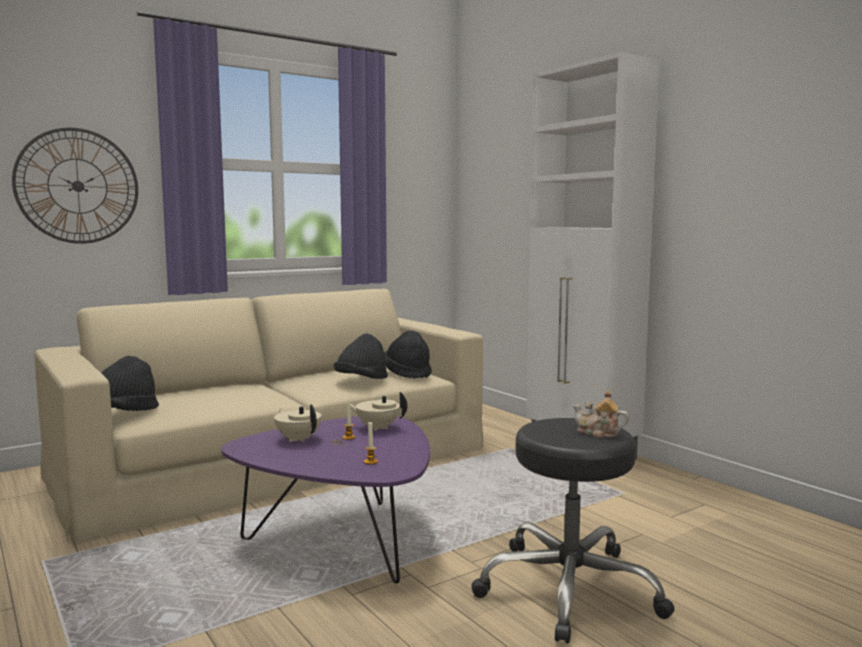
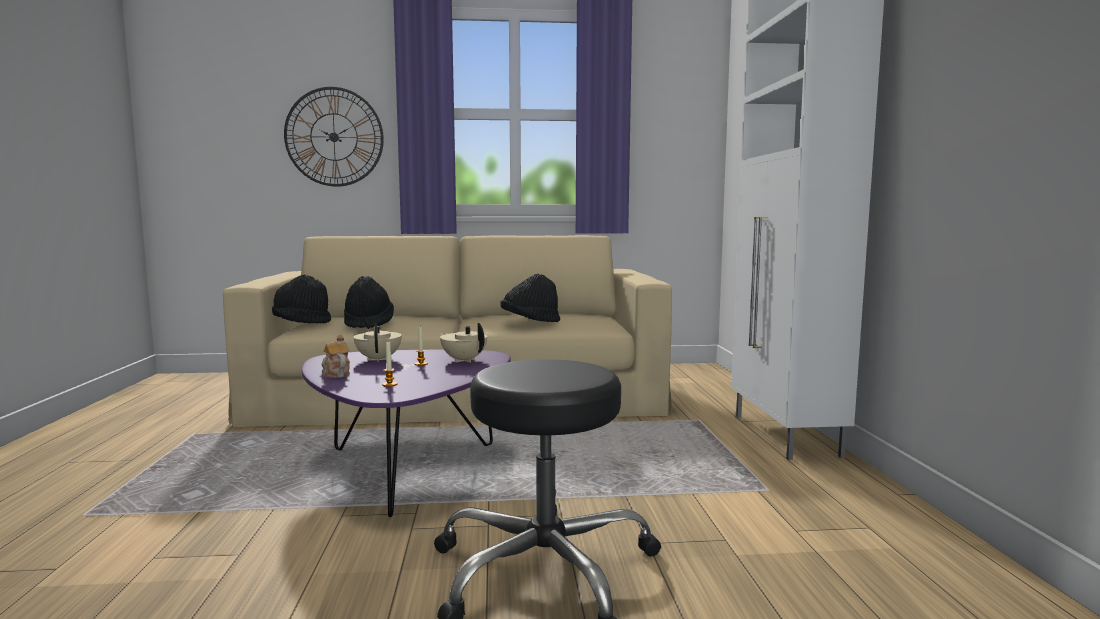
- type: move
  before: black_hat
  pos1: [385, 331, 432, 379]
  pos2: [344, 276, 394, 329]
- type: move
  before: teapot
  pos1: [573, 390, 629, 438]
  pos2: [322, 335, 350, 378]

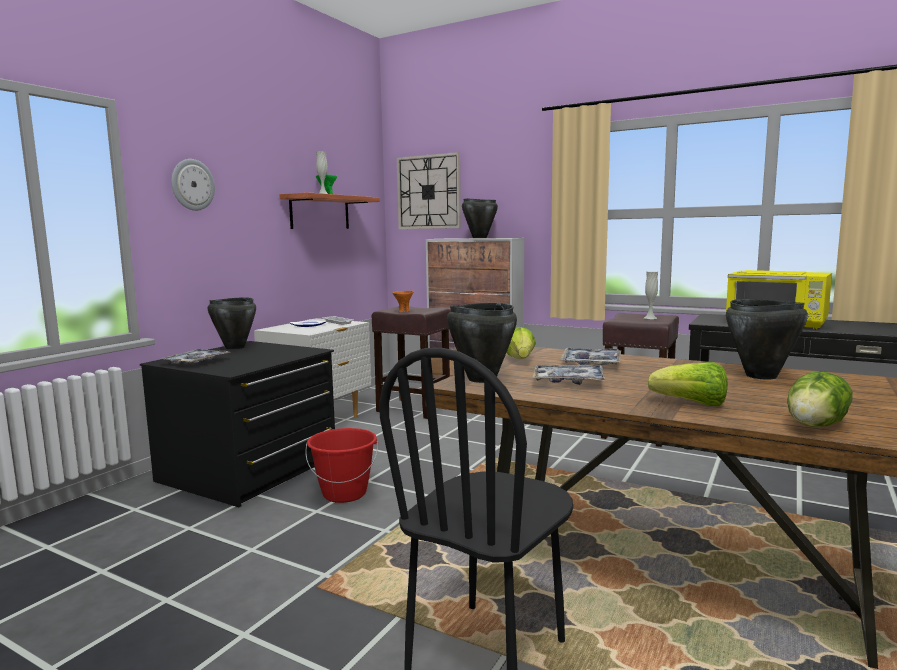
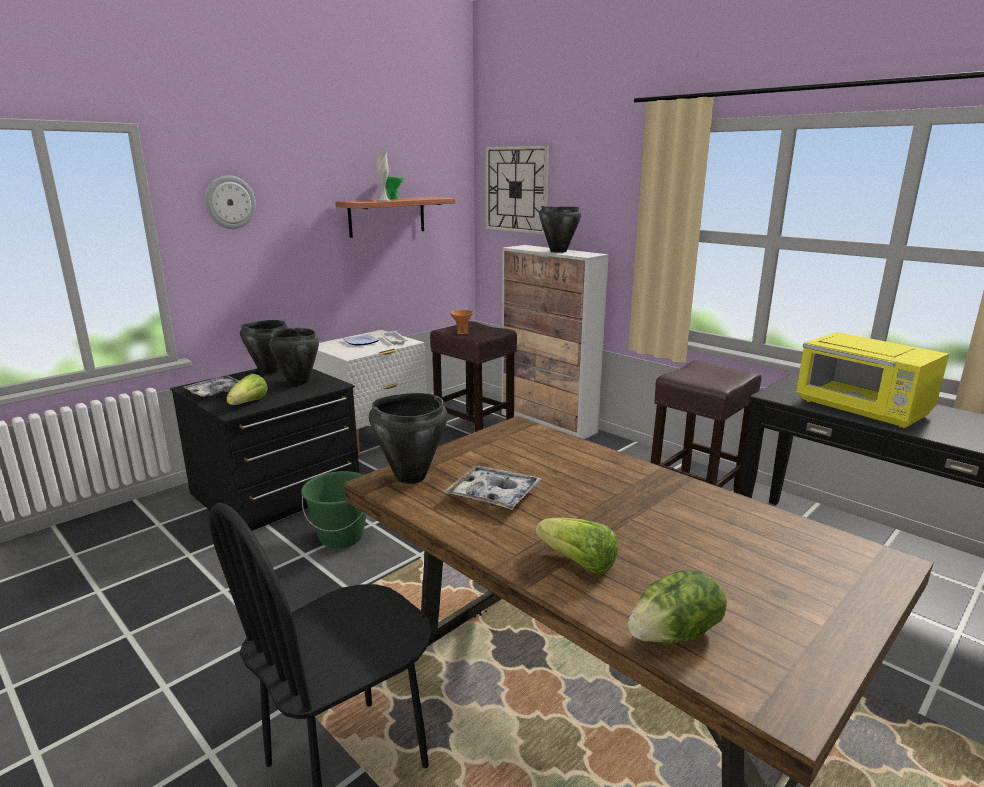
- type: recolor
  before: red_bucket
  after: green_bucket
  pos1: [306, 428, 378, 503]
  pos2: [301, 471, 366, 548]
- type: move
  before: lettuce
  pos1: [507, 327, 536, 359]
  pos2: [226, 374, 268, 405]
- type: delete
  before: tray
  pos1: [560, 348, 621, 365]
- type: delete
  before: white_vase
  pos1: [644, 271, 658, 319]
- type: move
  before: black_cooking_pot
  pos1: [726, 299, 808, 380]
  pos2: [269, 328, 319, 386]

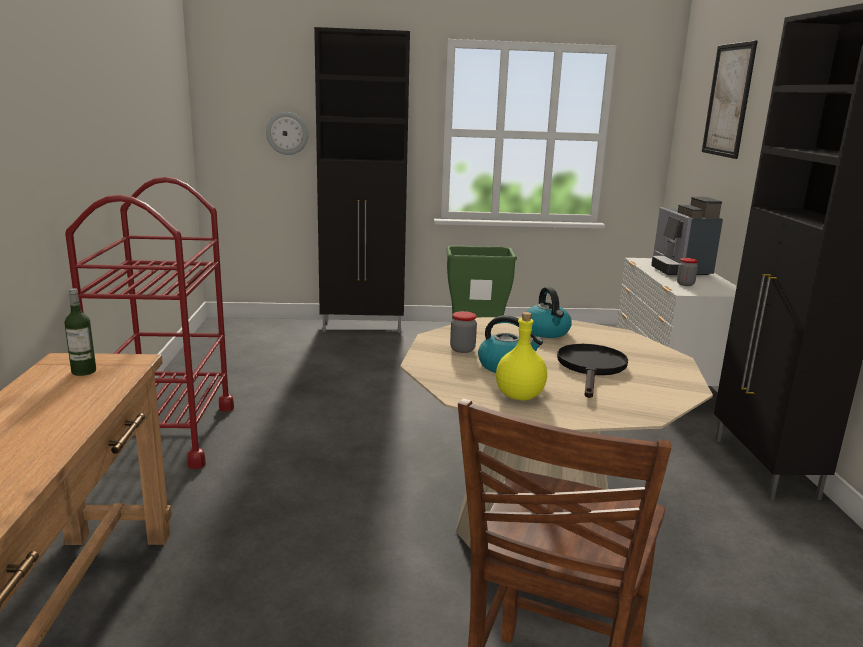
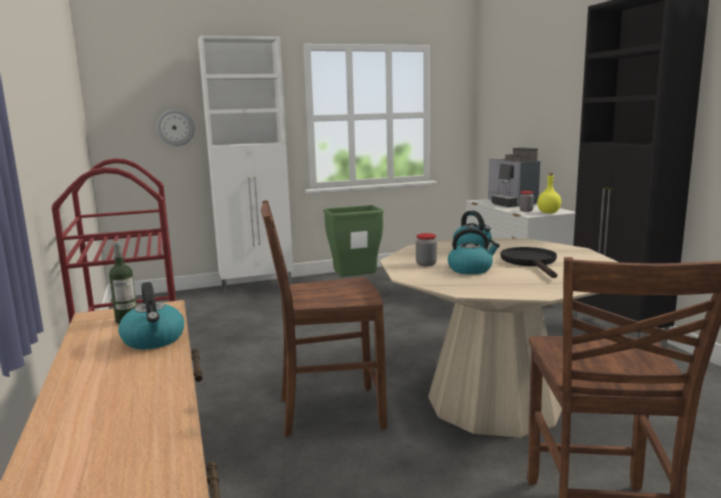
- type: recolor
  before: black_cabinet
  after: white_cabinet
  pos1: [314, 27, 410, 333]
  pos2: [198, 35, 293, 295]
- type: move
  before: yellow_bottle
  pos1: [496, 312, 547, 401]
  pos2: [537, 172, 561, 213]
- type: delete
  before: picture
  pos1: [702, 40, 757, 159]
- type: insert
  after: kettle
  pos2: [118, 282, 184, 349]
- type: insert
  after: brown_chair
  pos2: [261, 200, 387, 437]

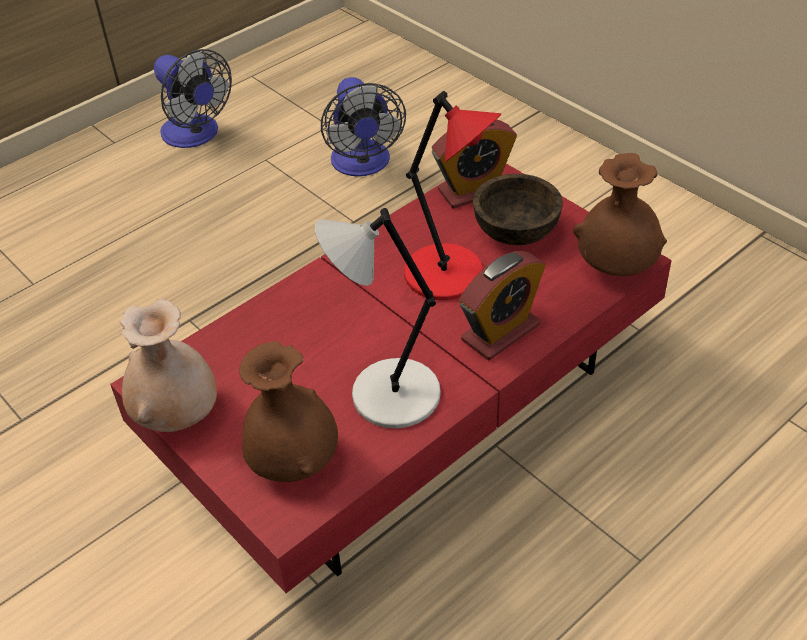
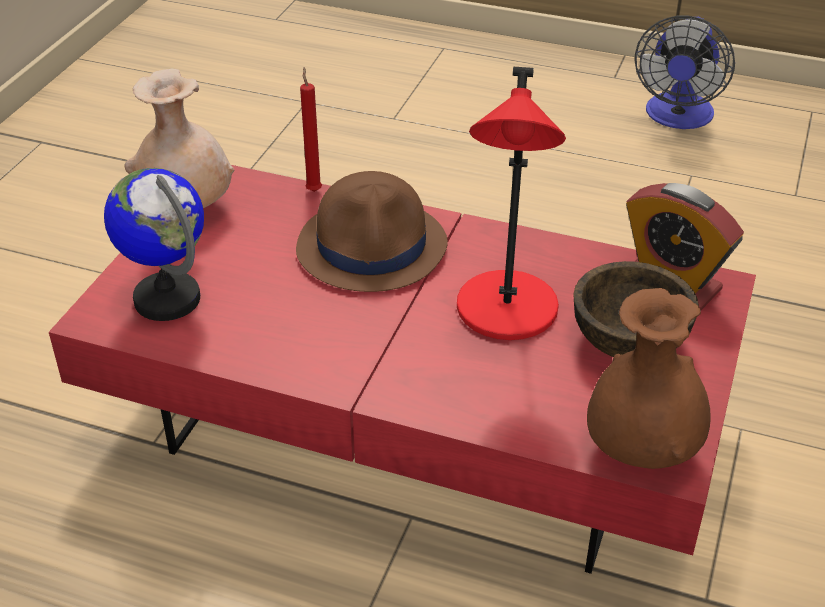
- type: replace
  before: brown_vase
  after: globe
  pos1: [239, 341, 338, 482]
  pos2: [104, 168, 204, 321]
- type: delete
  before: grey_table_lamp
  pos1: [315, 208, 441, 429]
- type: delete
  before: fan
  pos1: [321, 77, 406, 176]
- type: delete
  before: alarm_clock
  pos1: [459, 251, 546, 360]
- type: insert
  after: brown_hat
  pos2: [296, 171, 448, 292]
- type: insert
  after: red_candle
  pos2: [300, 67, 322, 192]

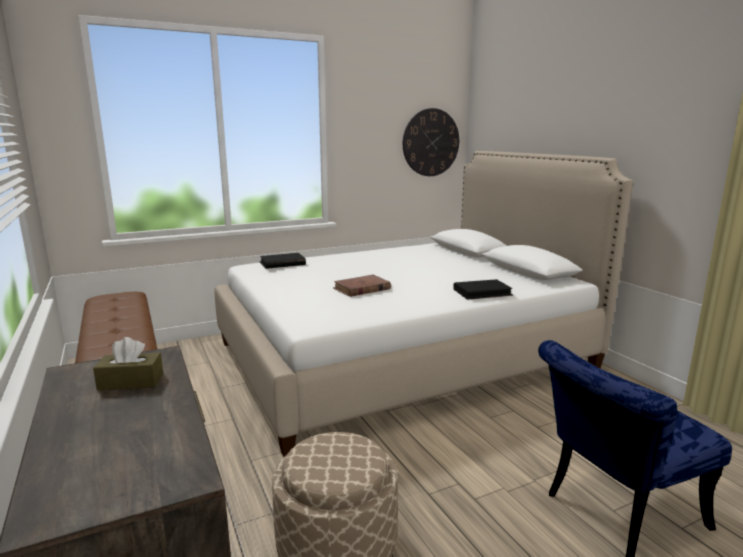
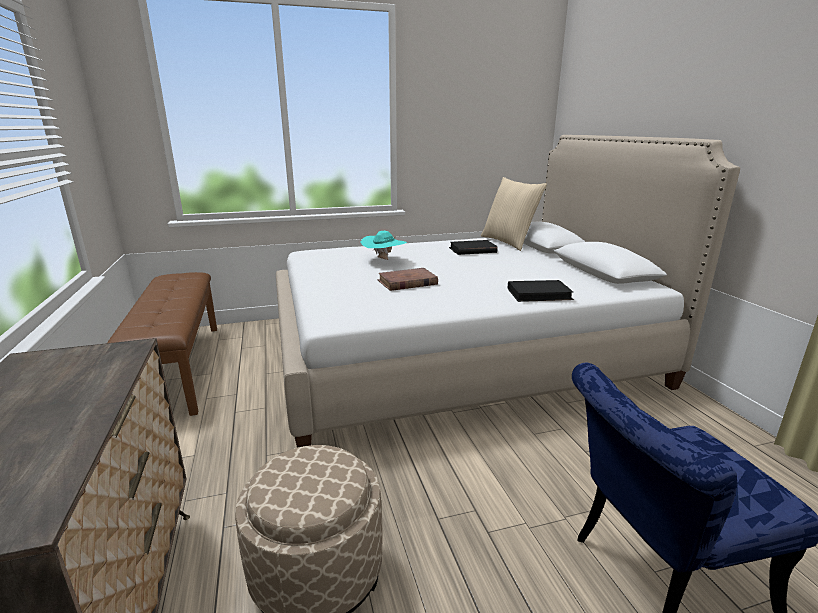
- type: delete
  before: brown_tissue_box
  pos1: [93, 337, 163, 390]
- type: move
  before: black_book
  pos1: [260, 253, 306, 269]
  pos2: [449, 240, 497, 255]
- type: delete
  before: wall_clock
  pos1: [403, 108, 459, 176]
- type: insert
  after: turquoise_hat
  pos2: [360, 231, 407, 260]
- type: insert
  after: beige_pillow
  pos2: [481, 177, 547, 251]

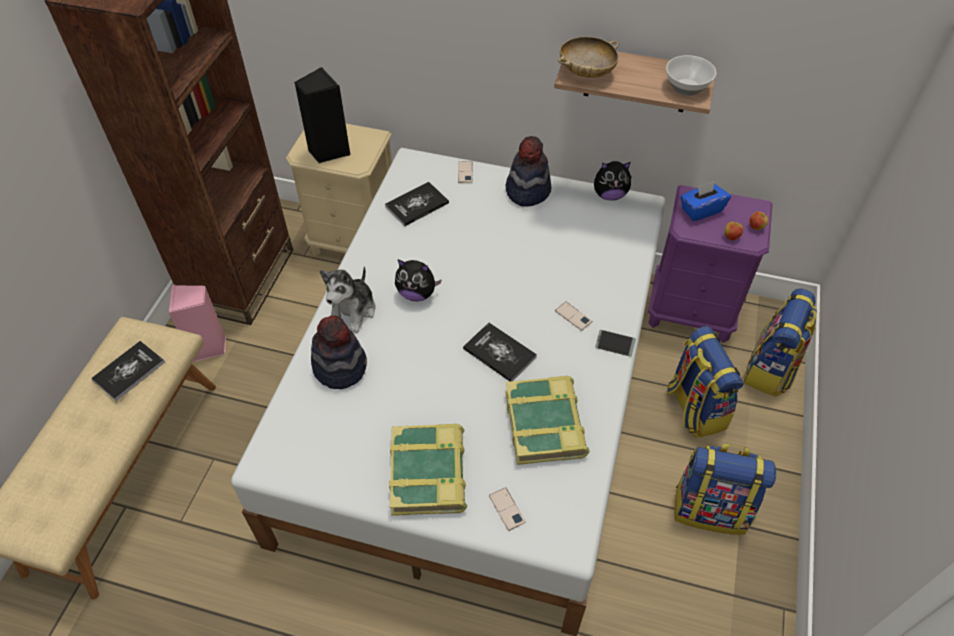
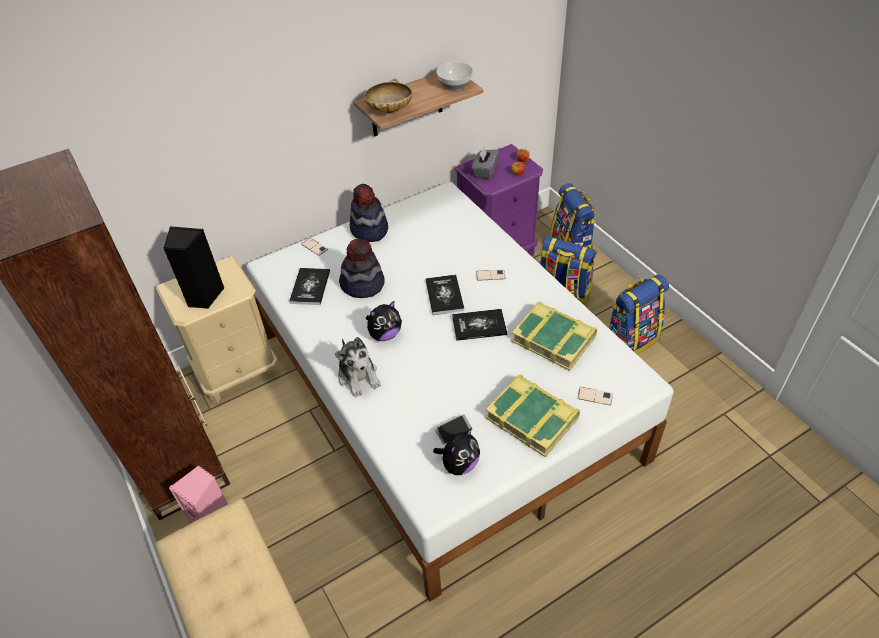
- type: move
  before: book
  pos1: [91, 341, 165, 401]
  pos2: [426, 274, 464, 315]
- type: move
  before: hat
  pos1: [311, 315, 367, 389]
  pos2: [339, 239, 385, 298]
- type: move
  before: plush_toy
  pos1: [594, 161, 631, 201]
  pos2: [433, 427, 480, 475]
- type: move
  before: phone
  pos1: [595, 330, 636, 357]
  pos2: [435, 414, 472, 445]
- type: recolor
  before: blue_tissue_box
  after: grey_tissue_box
  pos1: [680, 181, 731, 221]
  pos2: [471, 146, 499, 179]

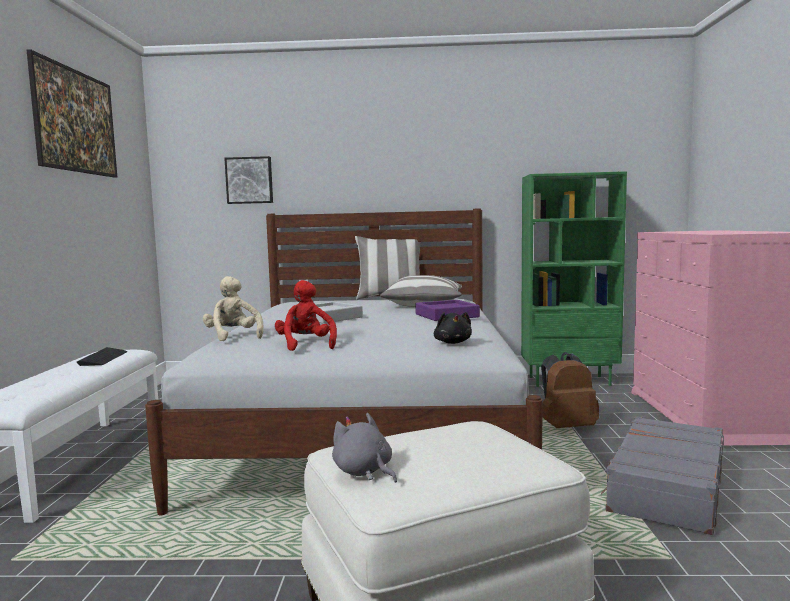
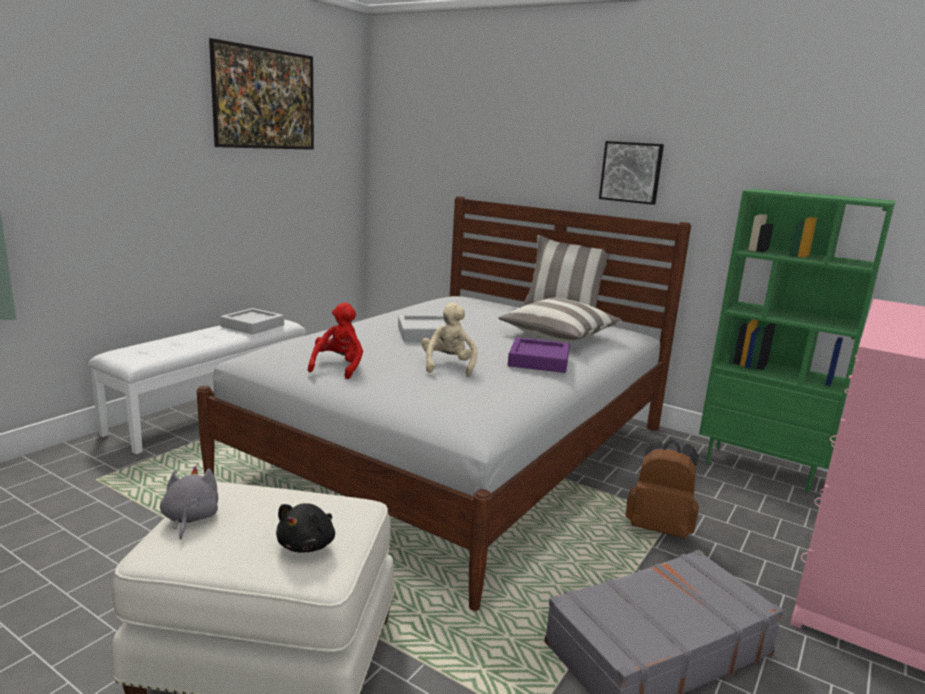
- type: replace
  before: keyboard
  after: grey_tray
  pos1: [77, 347, 128, 366]
  pos2: [220, 308, 284, 334]
- type: move
  before: beige_plush_toy
  pos1: [203, 276, 263, 341]
  pos2: [421, 302, 477, 377]
- type: move
  before: picture
  pos1: [224, 156, 273, 204]
  pos2: [599, 141, 664, 205]
- type: move
  before: black_plush_toy
  pos1: [434, 312, 472, 344]
  pos2: [276, 503, 335, 552]

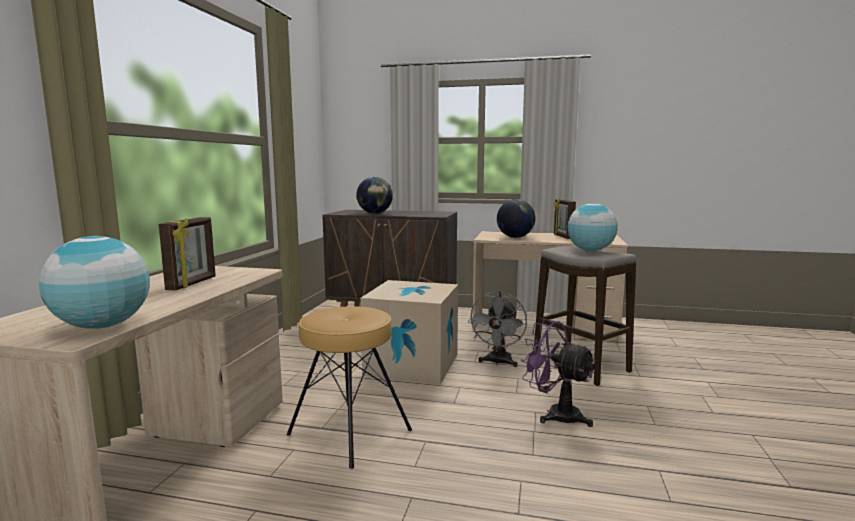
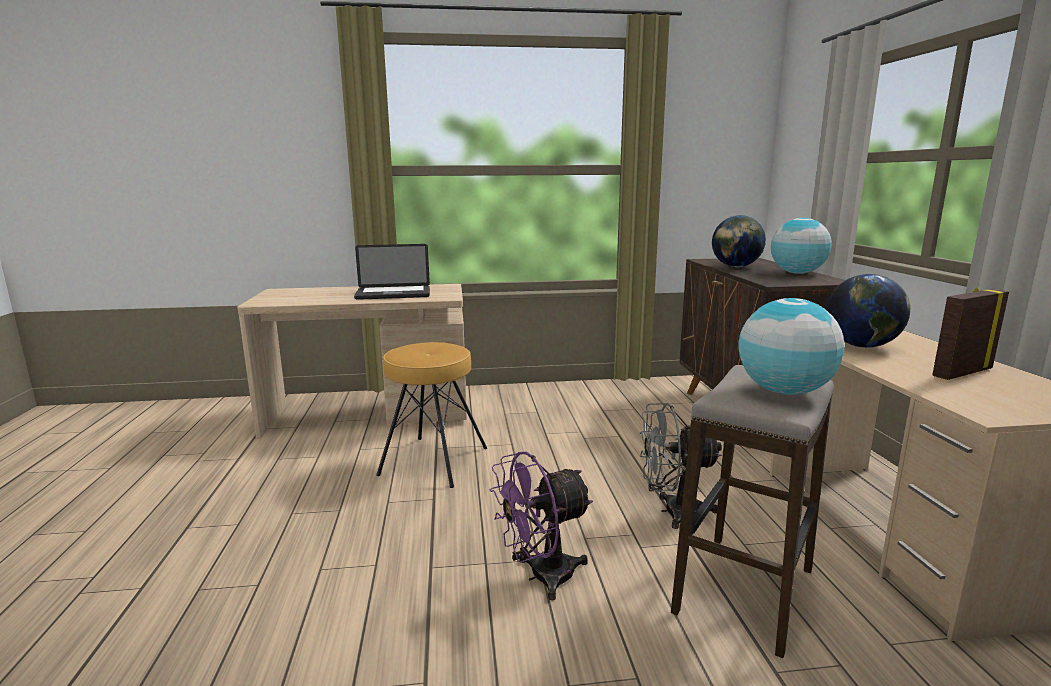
- type: move
  before: globe
  pos1: [39, 236, 150, 329]
  pos2: [771, 218, 832, 274]
- type: replace
  before: picture_frame
  after: laptop
  pos1: [159, 217, 216, 291]
  pos2: [354, 244, 430, 300]
- type: delete
  before: cardboard_box
  pos1: [360, 280, 458, 385]
- type: rotate
  before: purple_fan
  pos1: [521, 319, 596, 427]
  pos2: [490, 451, 593, 600]
  turn: -135

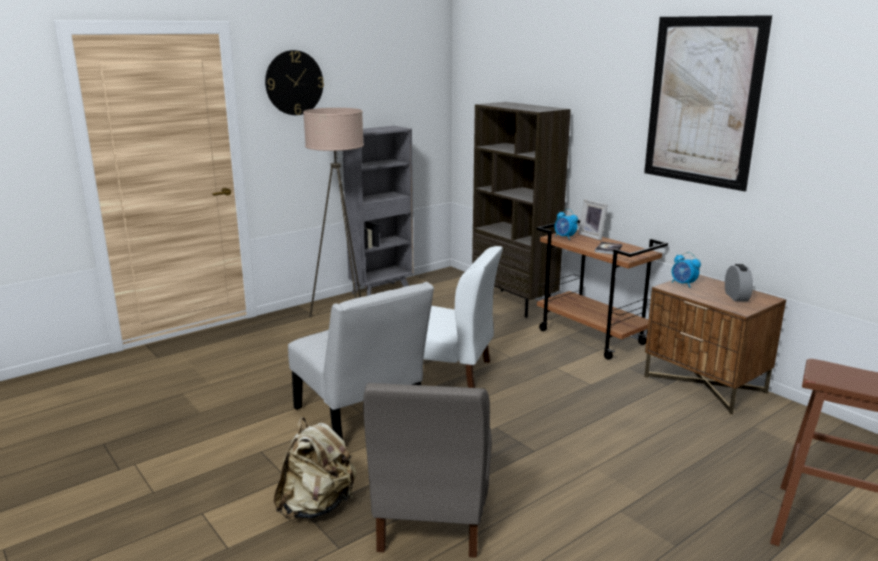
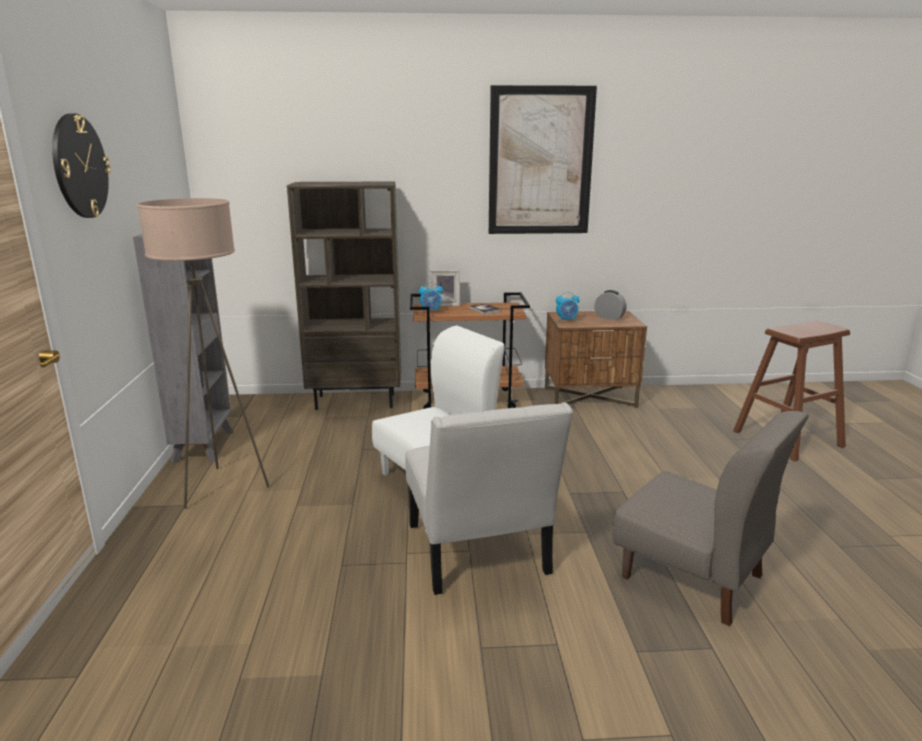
- type: delete
  before: beige_backpack
  pos1: [273, 417, 356, 519]
- type: rotate
  before: white_chair
  pos1: [288, 282, 434, 440]
  pos2: [405, 402, 573, 595]
  turn: 75

